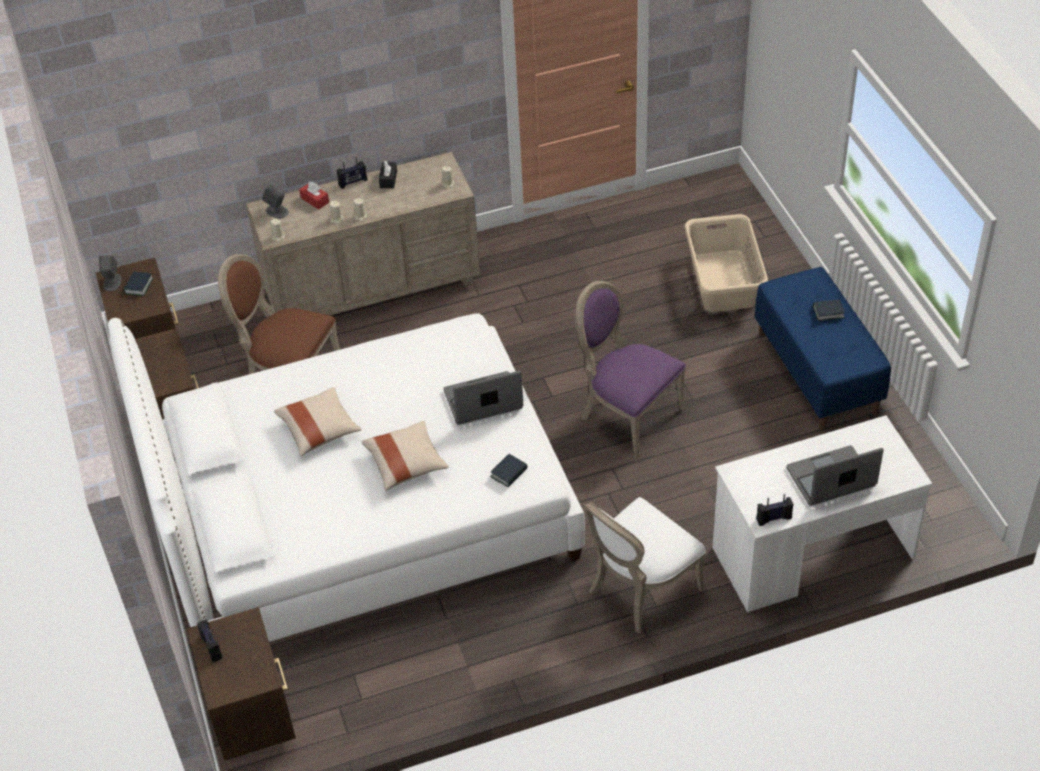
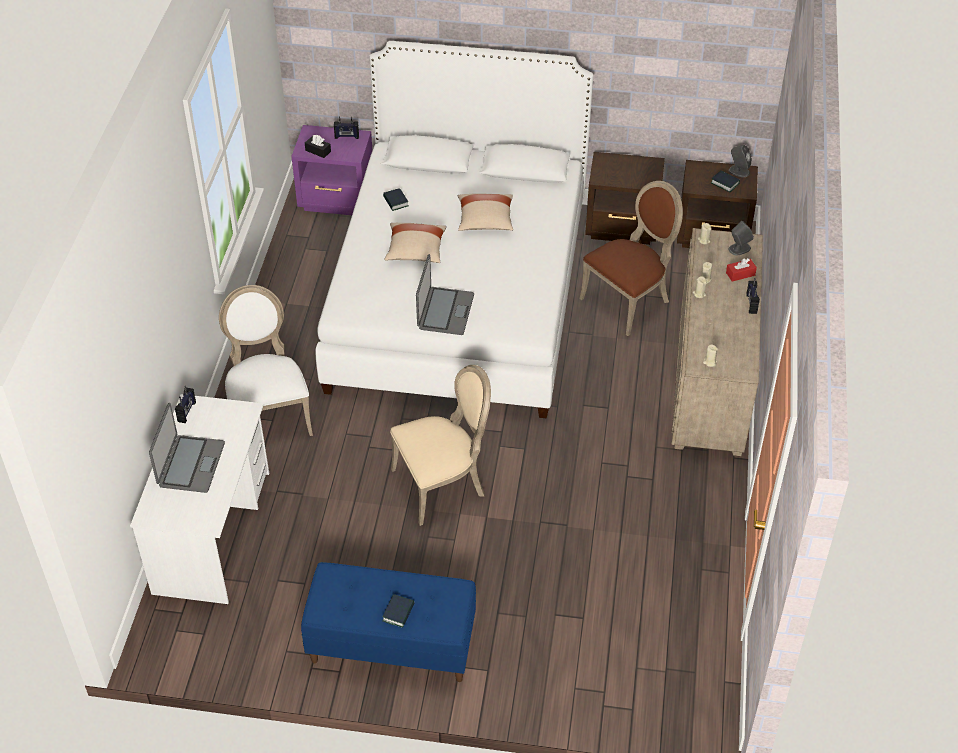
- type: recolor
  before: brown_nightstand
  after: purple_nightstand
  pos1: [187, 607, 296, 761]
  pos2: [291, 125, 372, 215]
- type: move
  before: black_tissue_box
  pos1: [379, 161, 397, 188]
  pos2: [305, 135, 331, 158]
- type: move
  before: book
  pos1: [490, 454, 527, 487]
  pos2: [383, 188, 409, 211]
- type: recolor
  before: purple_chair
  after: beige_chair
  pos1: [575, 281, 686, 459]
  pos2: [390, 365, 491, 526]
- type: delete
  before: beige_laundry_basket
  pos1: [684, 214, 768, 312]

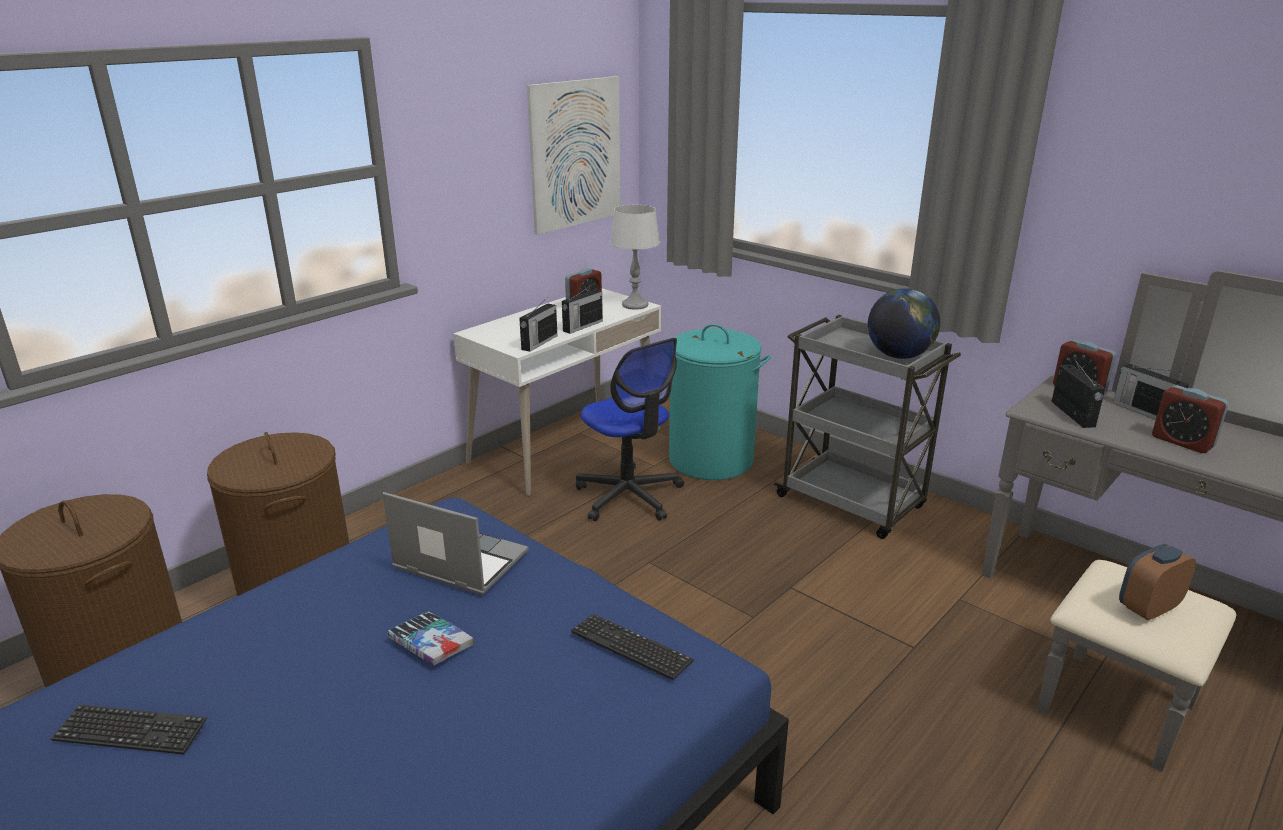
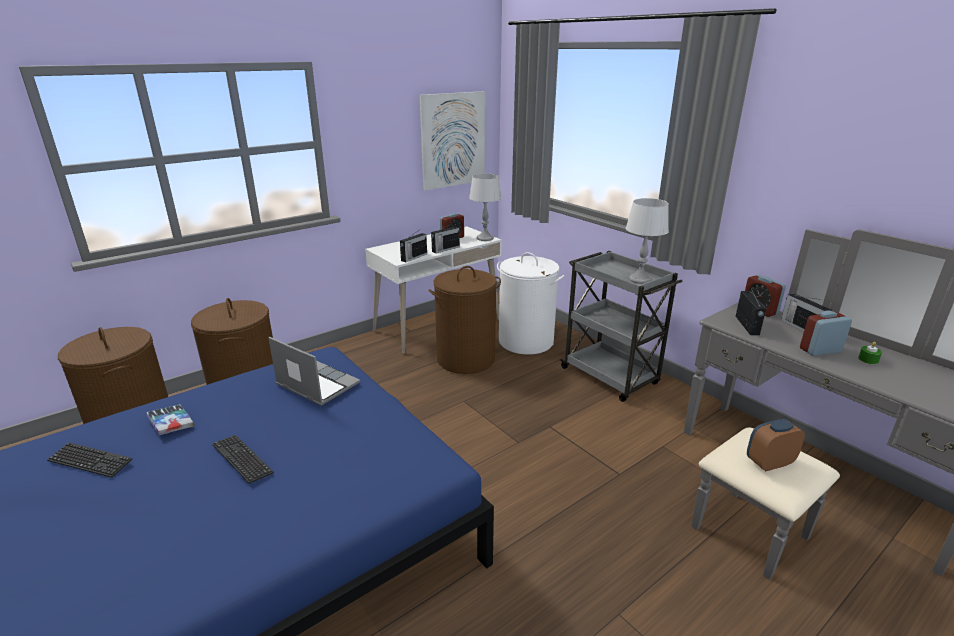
- type: move
  before: book
  pos1: [388, 612, 473, 666]
  pos2: [147, 404, 193, 435]
- type: move
  before: keyboard
  pos1: [571, 614, 694, 680]
  pos2: [212, 435, 274, 484]
- type: replace
  before: office_chair
  after: brown_laundry_basket
  pos1: [576, 338, 684, 521]
  pos2: [428, 266, 501, 374]
- type: recolor
  before: turquoise_laundry_basket
  after: white_laundry_basket
  pos1: [669, 324, 771, 480]
  pos2: [497, 252, 564, 355]
- type: replace
  before: globe
  after: grey_table_lamp
  pos1: [867, 288, 940, 359]
  pos2: [626, 198, 669, 284]
- type: rotate
  before: alarm_clock
  pos1: [1152, 385, 1229, 453]
  pos2: [800, 310, 852, 356]
  turn: 105
- type: insert
  after: green_candle
  pos2: [858, 342, 882, 364]

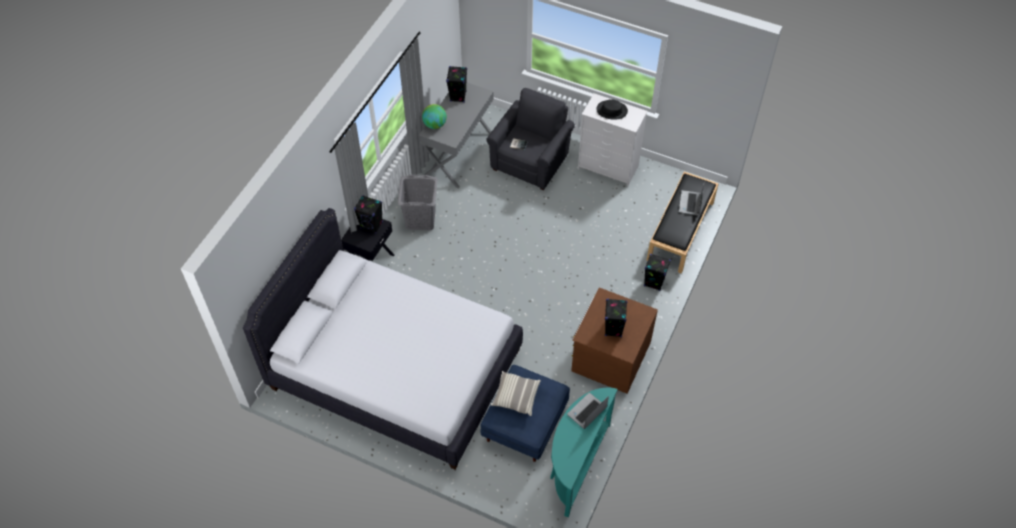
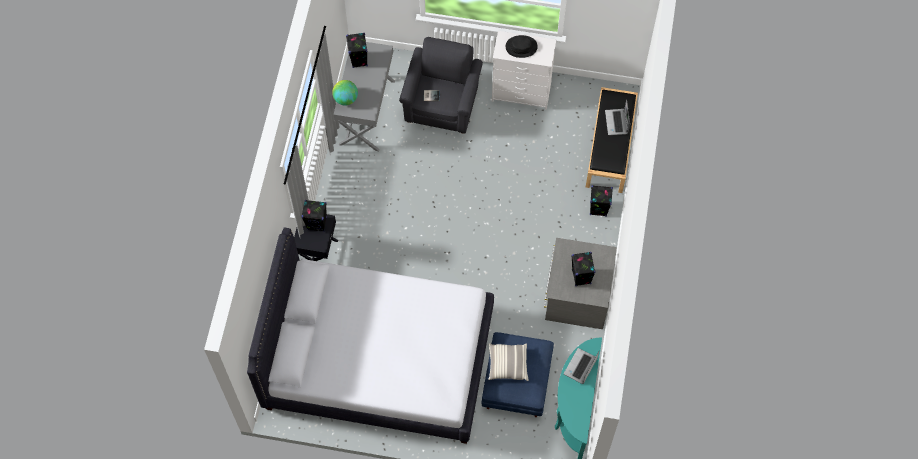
- type: delete
  before: grey_laundry_basket
  pos1: [397, 175, 438, 230]
- type: recolor
  before: brown_dresser
  after: grey_dresser
  pos1: [571, 287, 658, 394]
  pos2: [544, 238, 617, 329]

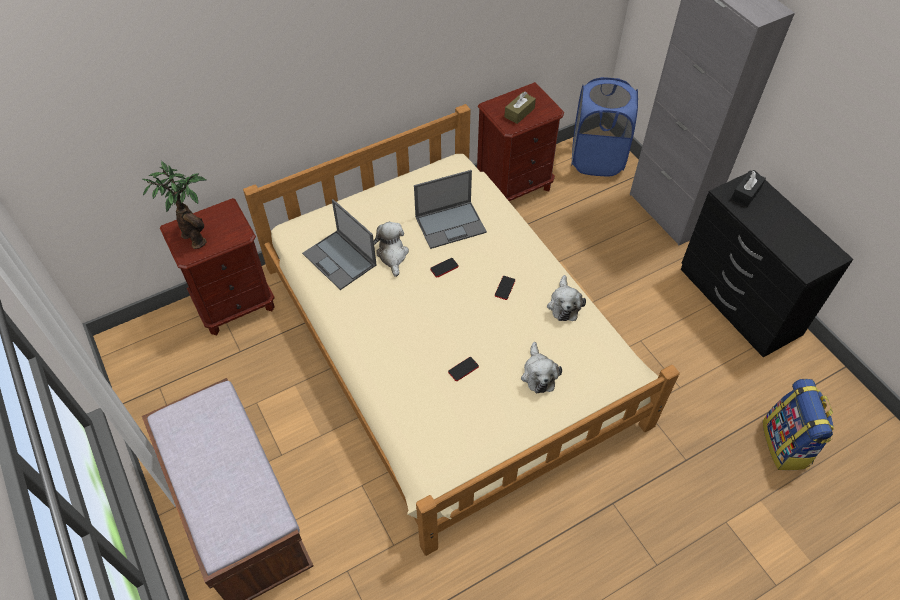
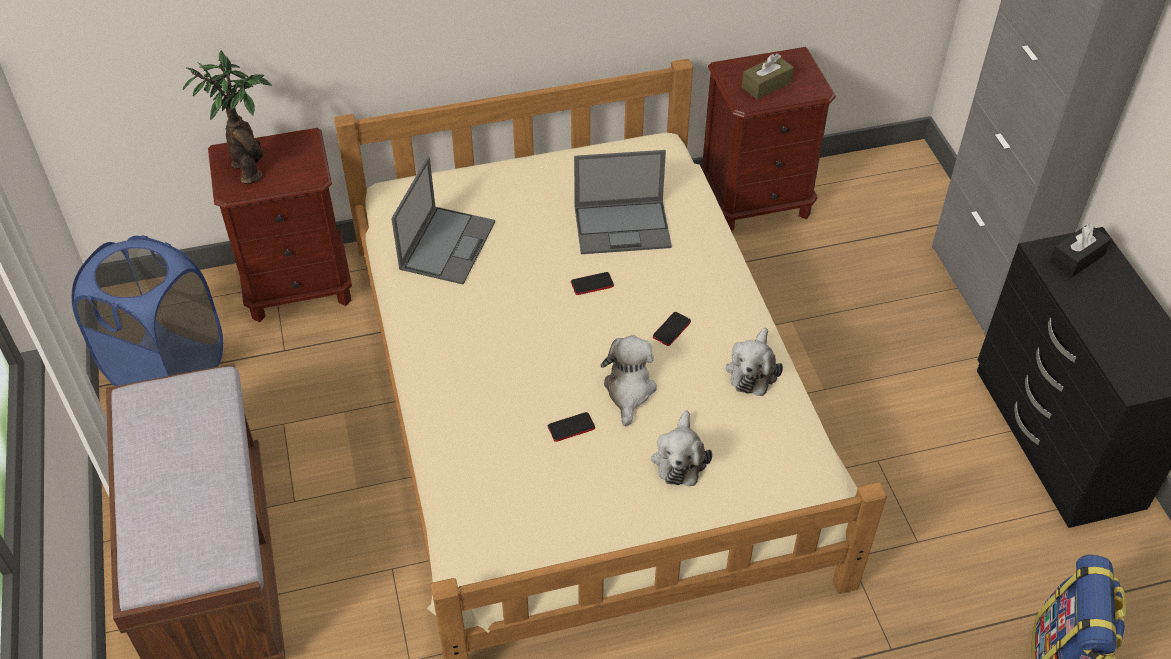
- type: rotate
  before: laptop
  pos1: [302, 199, 377, 290]
  pos2: [391, 157, 495, 285]
  turn: -135
- type: move
  before: plush_toy
  pos1: [374, 222, 409, 277]
  pos2: [601, 335, 657, 426]
- type: move
  before: blue_laundry_basket
  pos1: [571, 77, 638, 176]
  pos2: [72, 235, 223, 386]

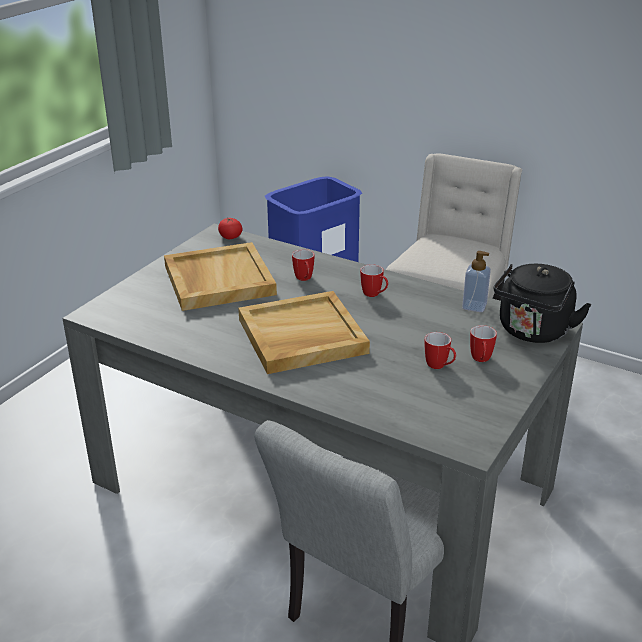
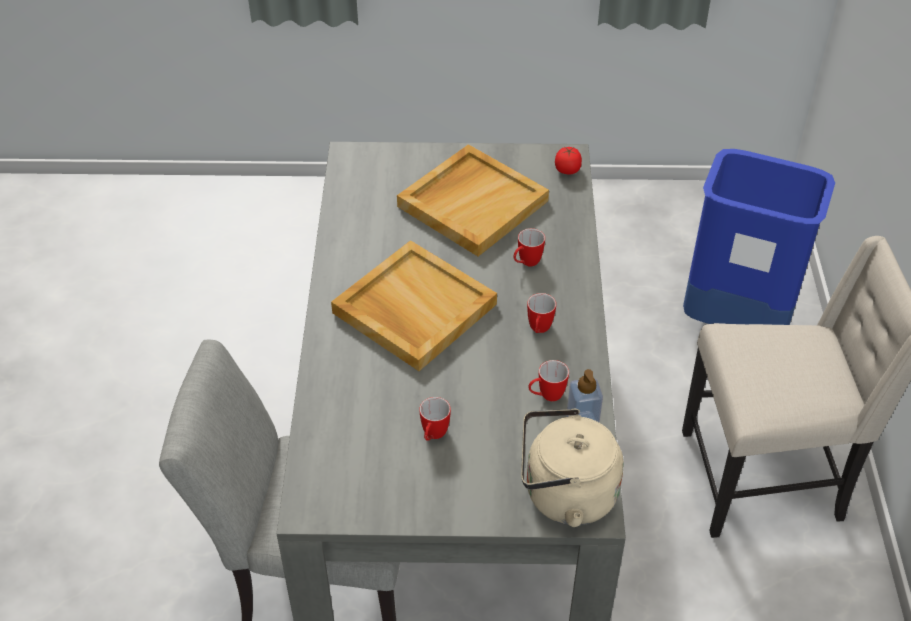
- type: move
  before: mug
  pos1: [470, 325, 497, 362]
  pos2: [528, 360, 569, 401]
- type: recolor
  before: black_kettle
  after: beige_kettle
  pos1: [493, 264, 592, 343]
  pos2: [521, 409, 624, 527]

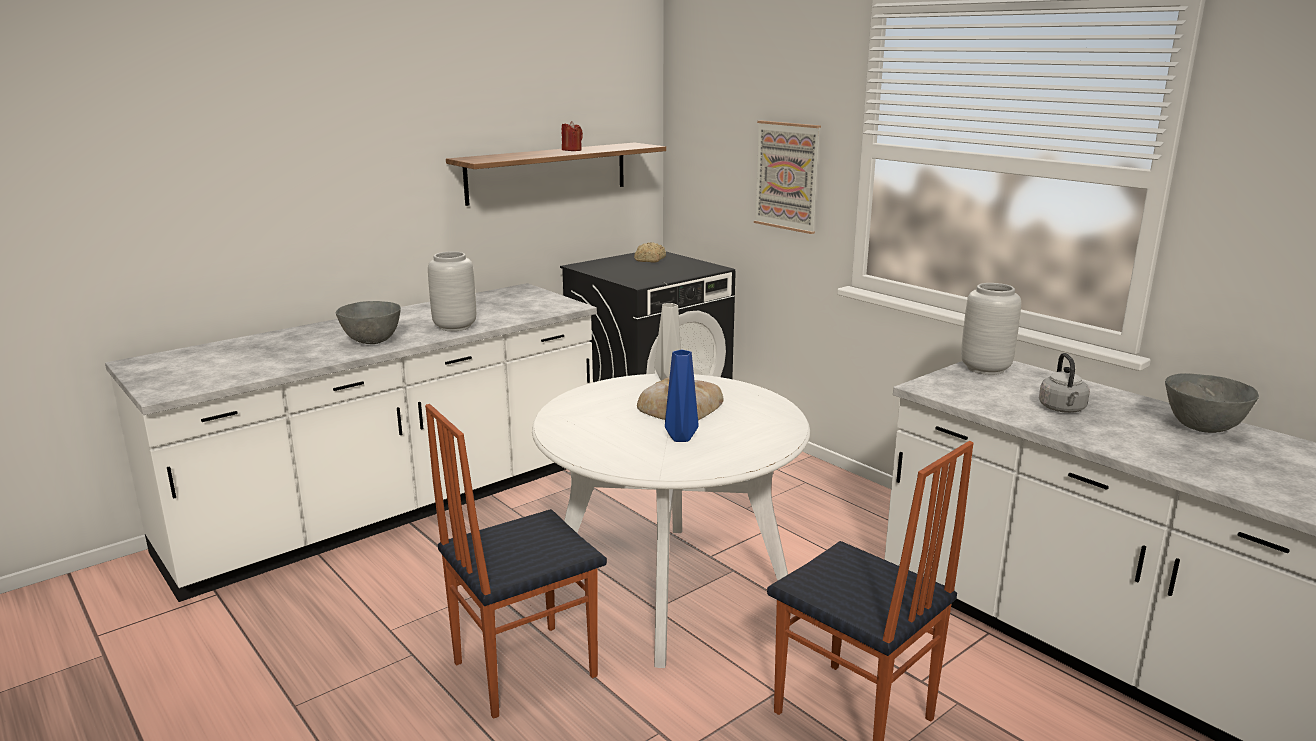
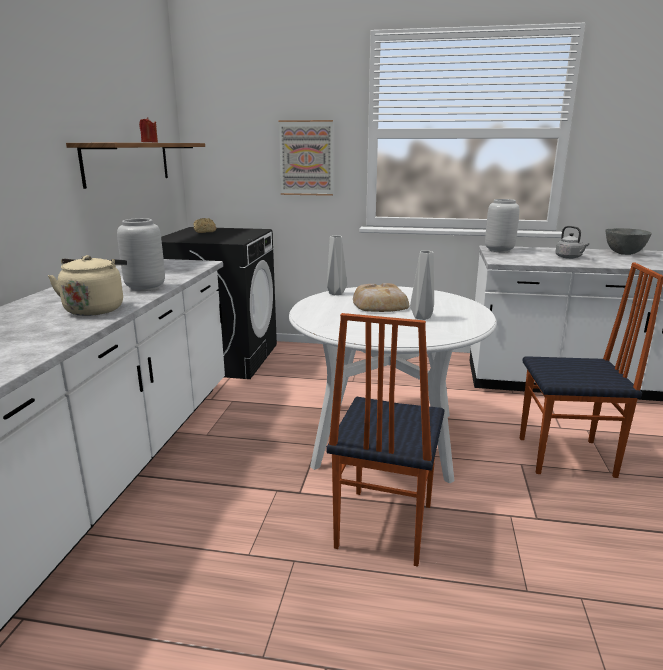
- type: replace
  before: grey_bowl
  after: beige_kettle
  pos1: [336, 301, 401, 344]
  pos2: [48, 255, 127, 316]
- type: recolor
  before: blue_vase
  after: grey_vase
  pos1: [665, 350, 699, 442]
  pos2: [410, 251, 434, 320]

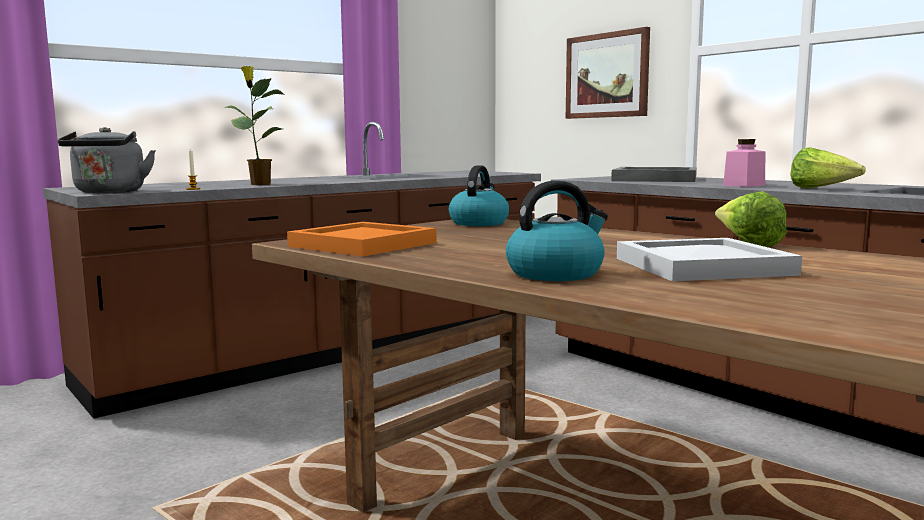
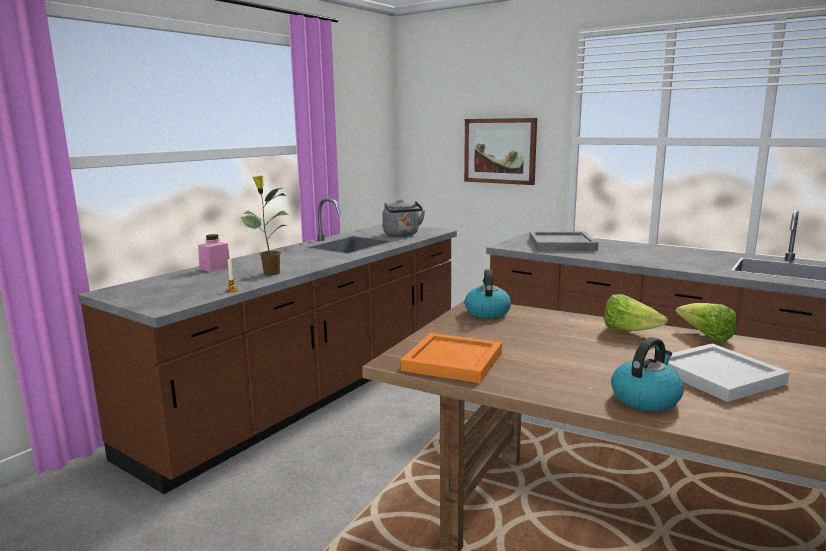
- type: move
  before: grey_kettle
  pos1: [58, 127, 156, 193]
  pos2: [383, 199, 425, 236]
- type: move
  before: pink_jar
  pos1: [723, 139, 766, 187]
  pos2: [198, 234, 230, 272]
- type: move
  before: lettuce
  pos1: [790, 147, 866, 189]
  pos2: [604, 294, 668, 331]

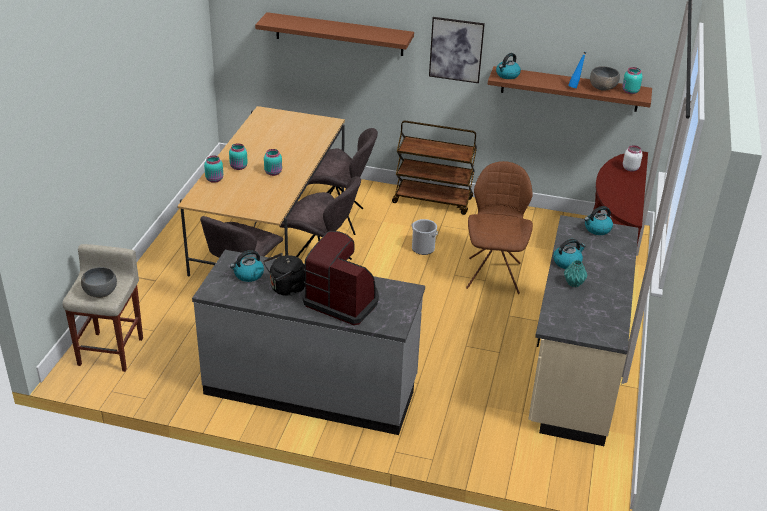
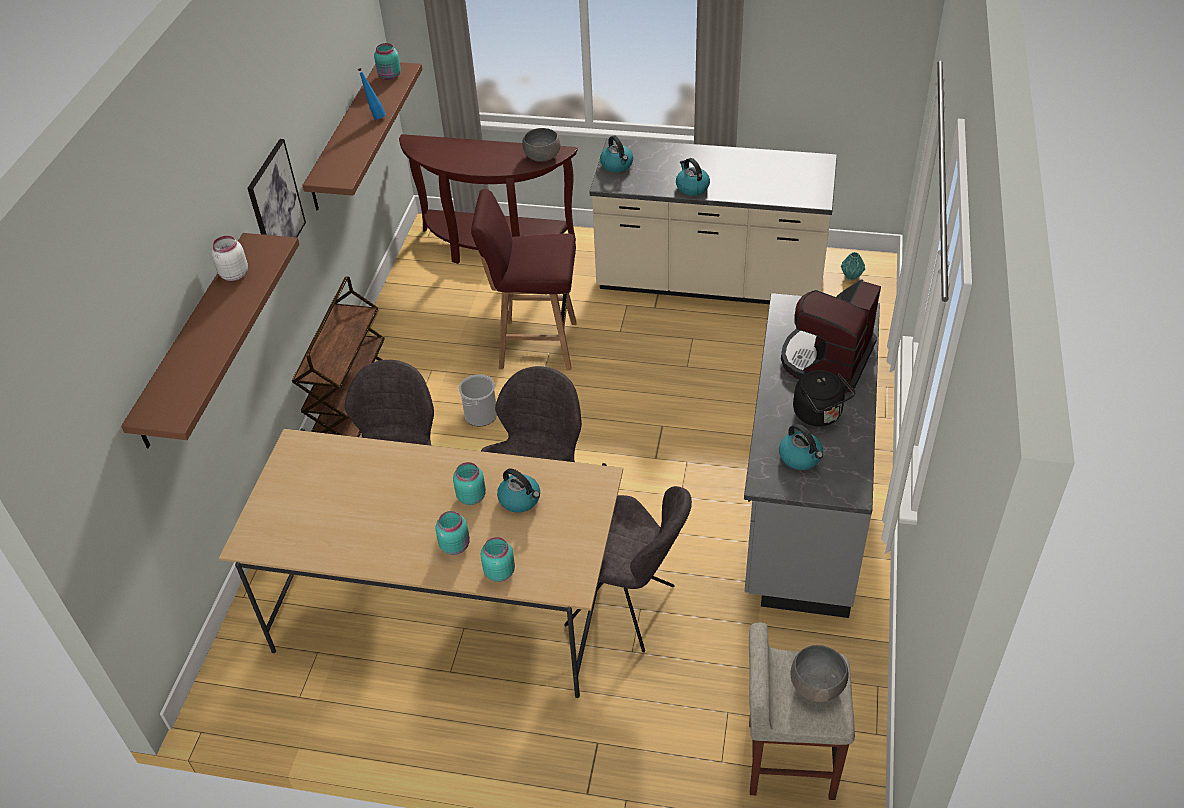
- type: replace
  before: brown_chair
  after: red_stool
  pos1: [466, 161, 533, 294]
  pos2: [471, 189, 577, 370]
- type: move
  before: kettle
  pos1: [496, 53, 521, 79]
  pos2: [497, 468, 540, 513]
- type: move
  before: turquoise_vase
  pos1: [564, 260, 587, 287]
  pos2: [841, 252, 865, 280]
- type: move
  before: grey_bowl
  pos1: [590, 66, 620, 91]
  pos2: [522, 128, 561, 162]
- type: move
  before: white_jar
  pos1: [623, 145, 643, 172]
  pos2: [211, 236, 248, 281]

